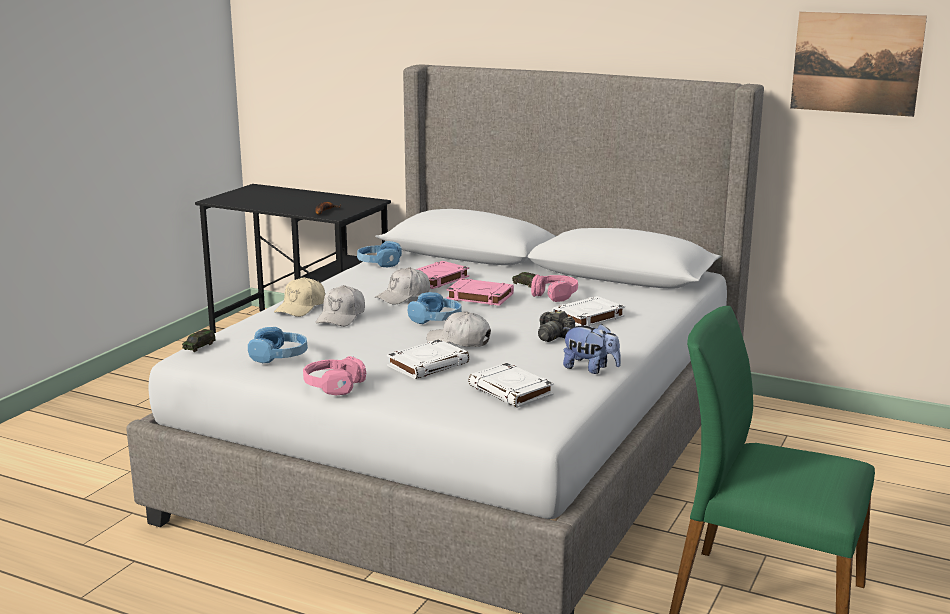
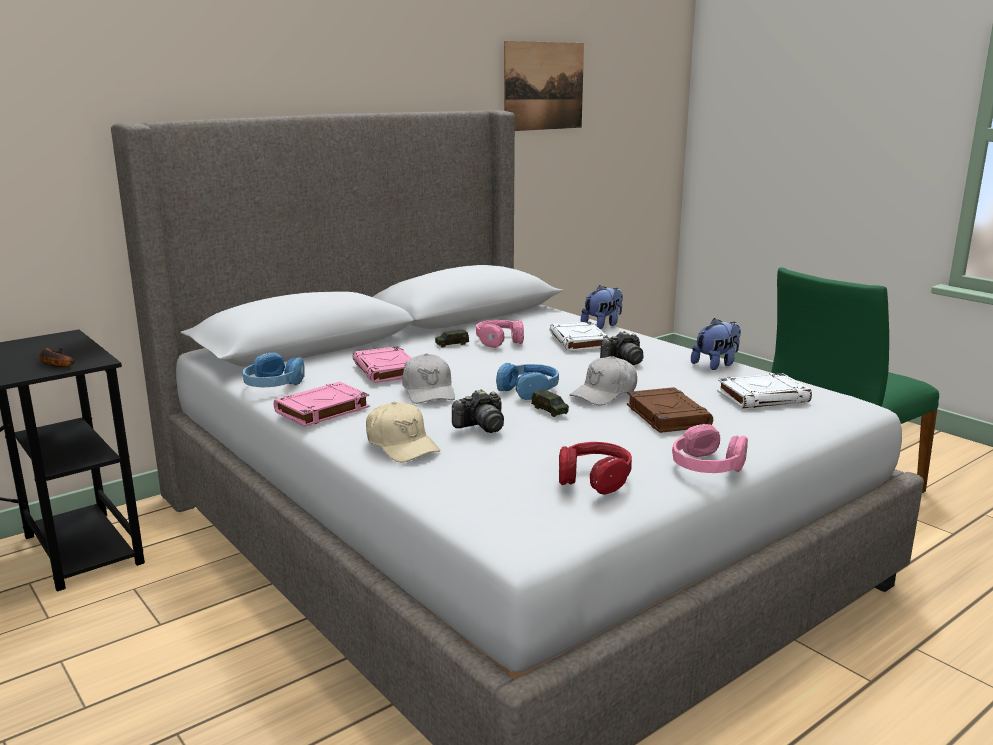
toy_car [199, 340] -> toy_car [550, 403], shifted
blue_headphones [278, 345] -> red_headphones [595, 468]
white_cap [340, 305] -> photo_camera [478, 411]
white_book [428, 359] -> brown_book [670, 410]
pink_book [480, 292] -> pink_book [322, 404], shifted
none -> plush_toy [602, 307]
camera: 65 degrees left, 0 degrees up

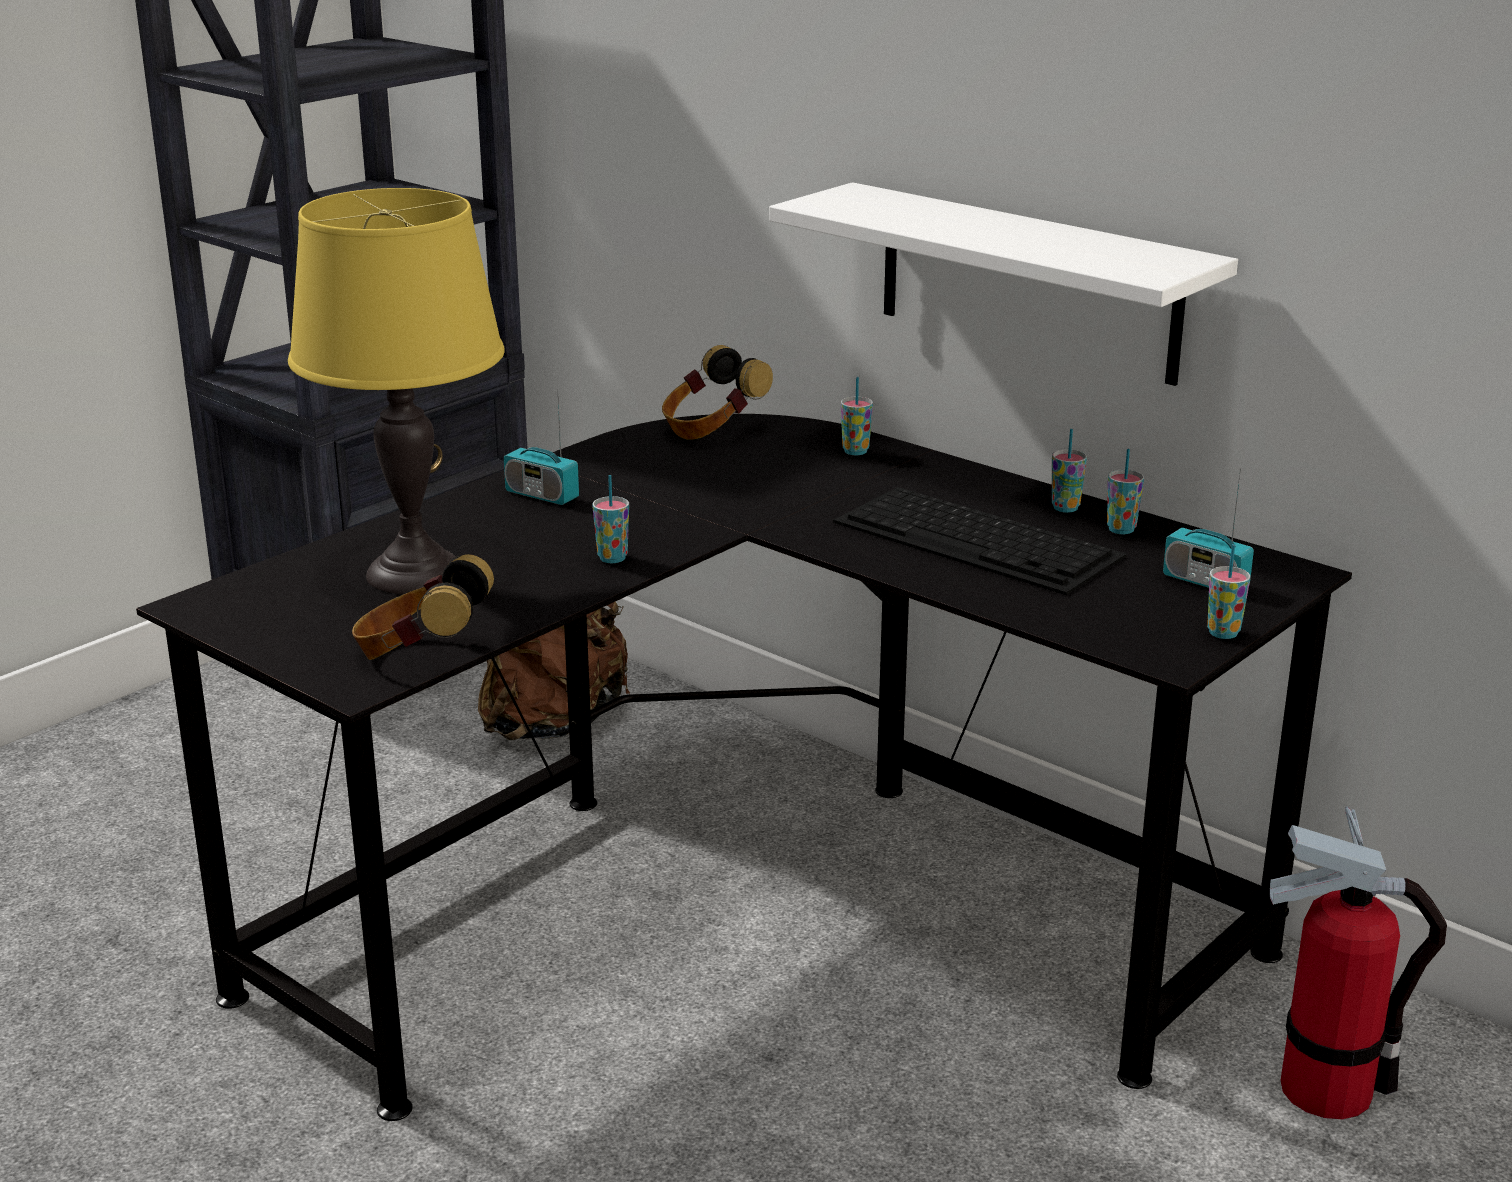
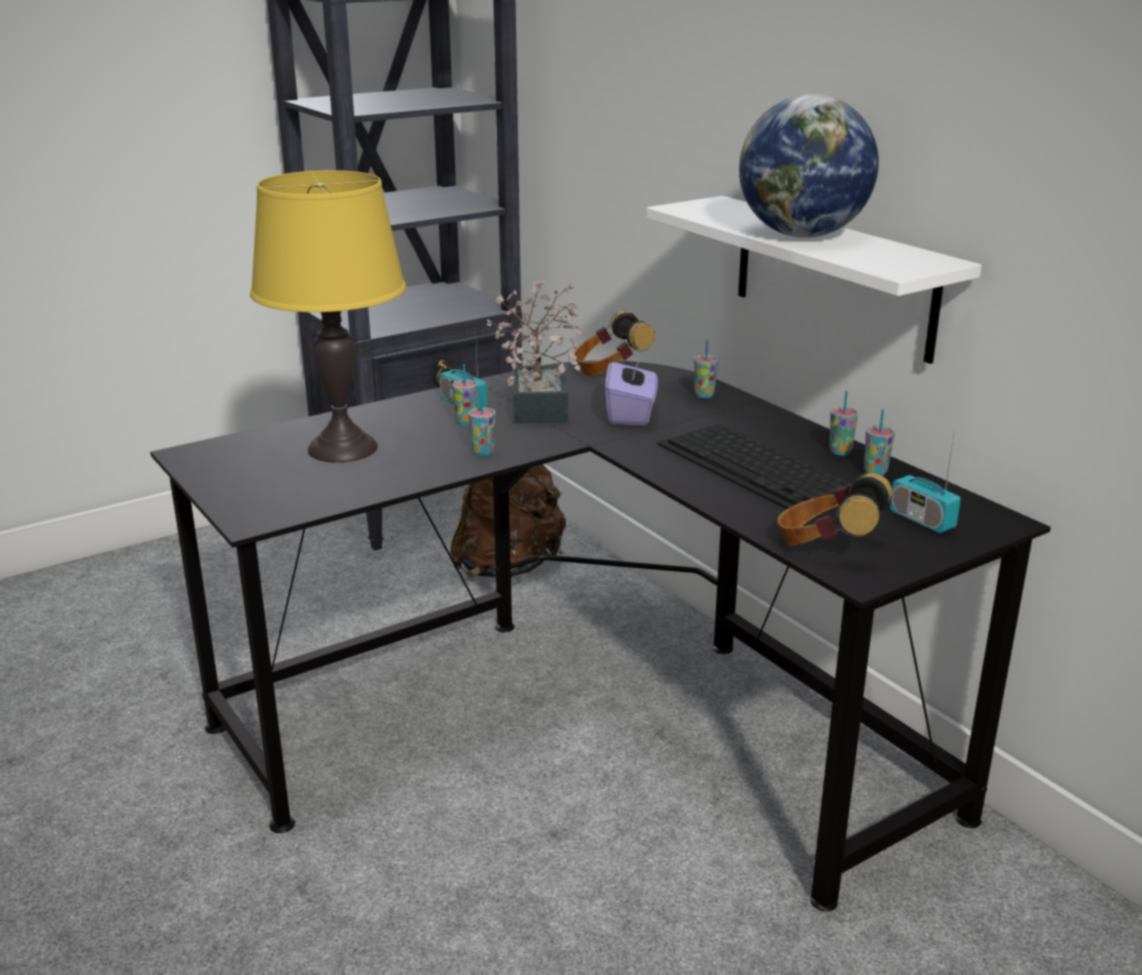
headphones [423, 607] -> headphones [835, 509], shifted
cup [1228, 591] -> cup [464, 395], shifted
fire_extinguisher [1358, 962] -> none
none -> potted_plant [534, 352]
none -> purple_tissue_box [631, 388]
none -> globe [809, 166]
camera: 15 degrees right, 0 degrees up

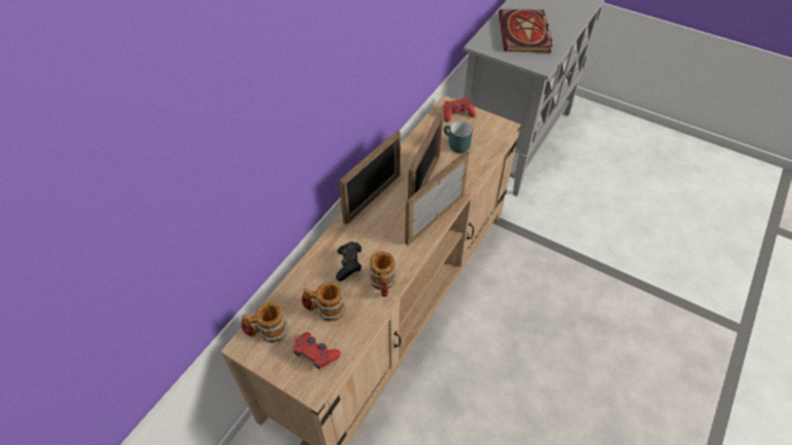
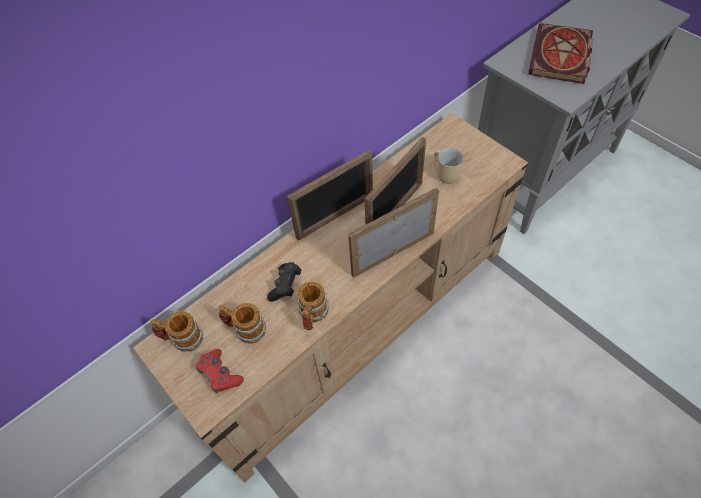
red_game_controller [459, 110] -> none
turquoise_mug [458, 137] -> beige_mug [449, 166]
camera: 20 degrees right, 5 degrees up

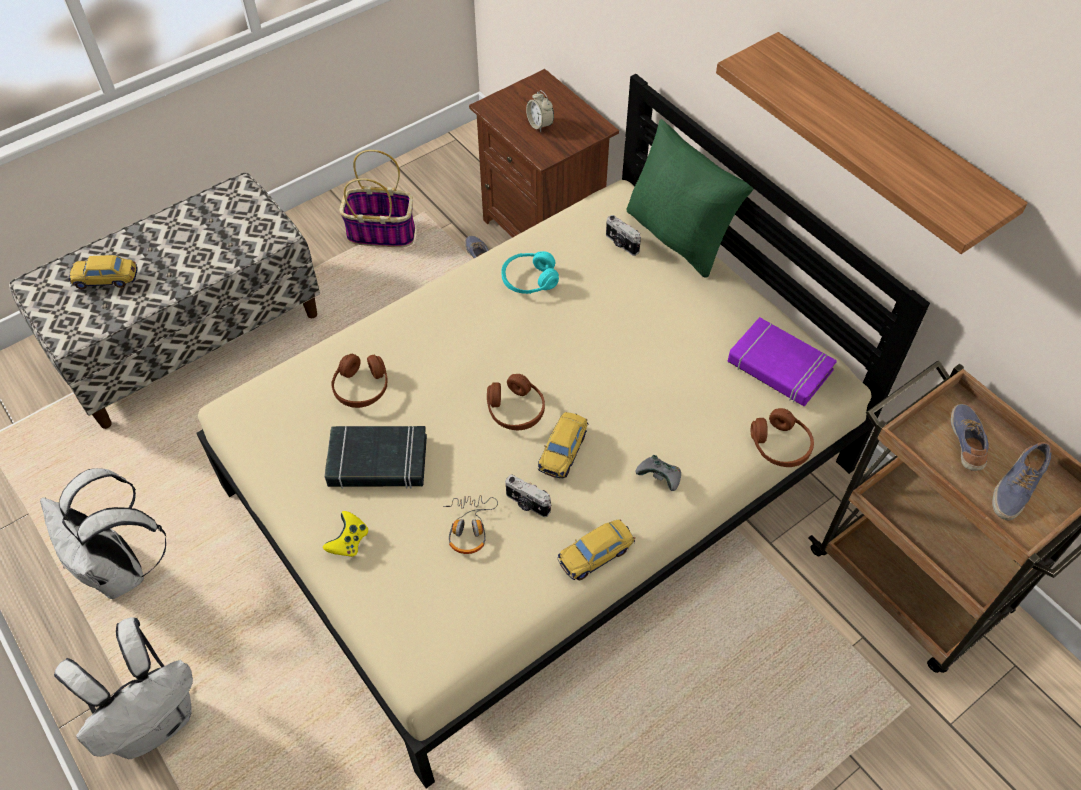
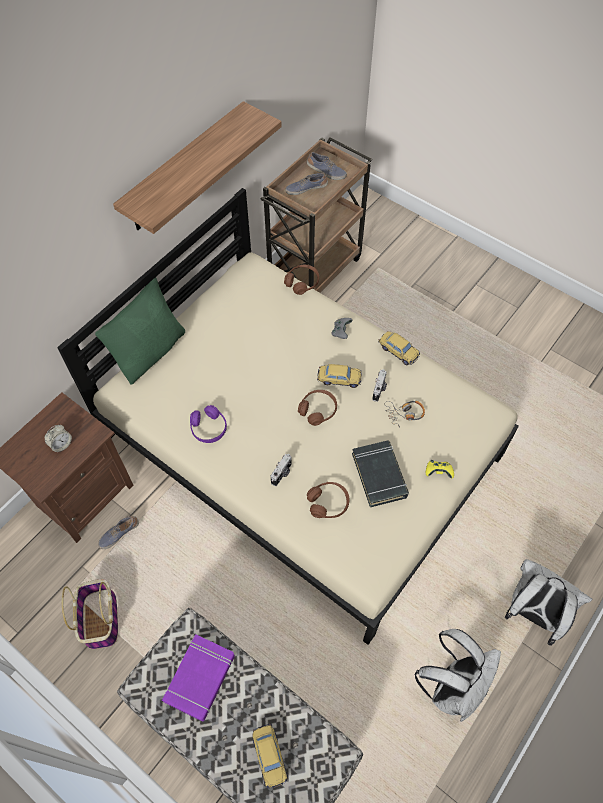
turquoise_headphones [530, 272] -> purple_headphones [208, 424]
photo_camera [623, 235] -> photo_camera [281, 470], shifted
purple_book [782, 361] -> purple_book [198, 678], shifted
camera: 105 degrees left, 5 degrees up

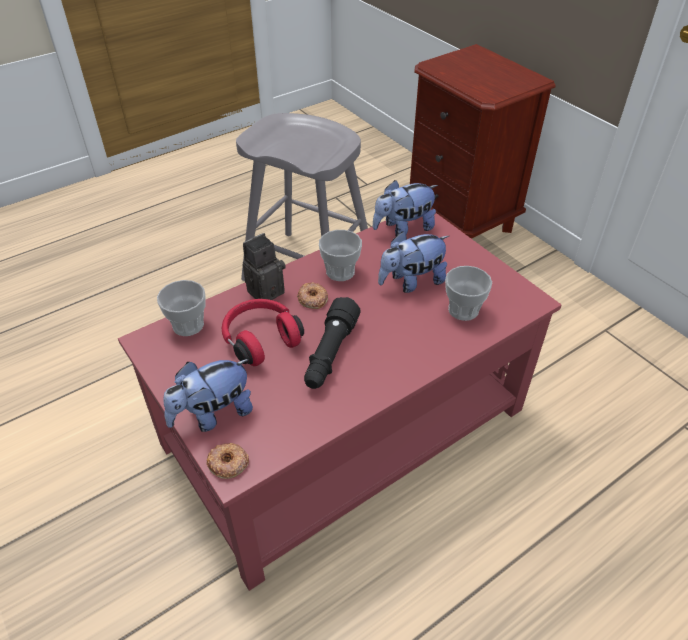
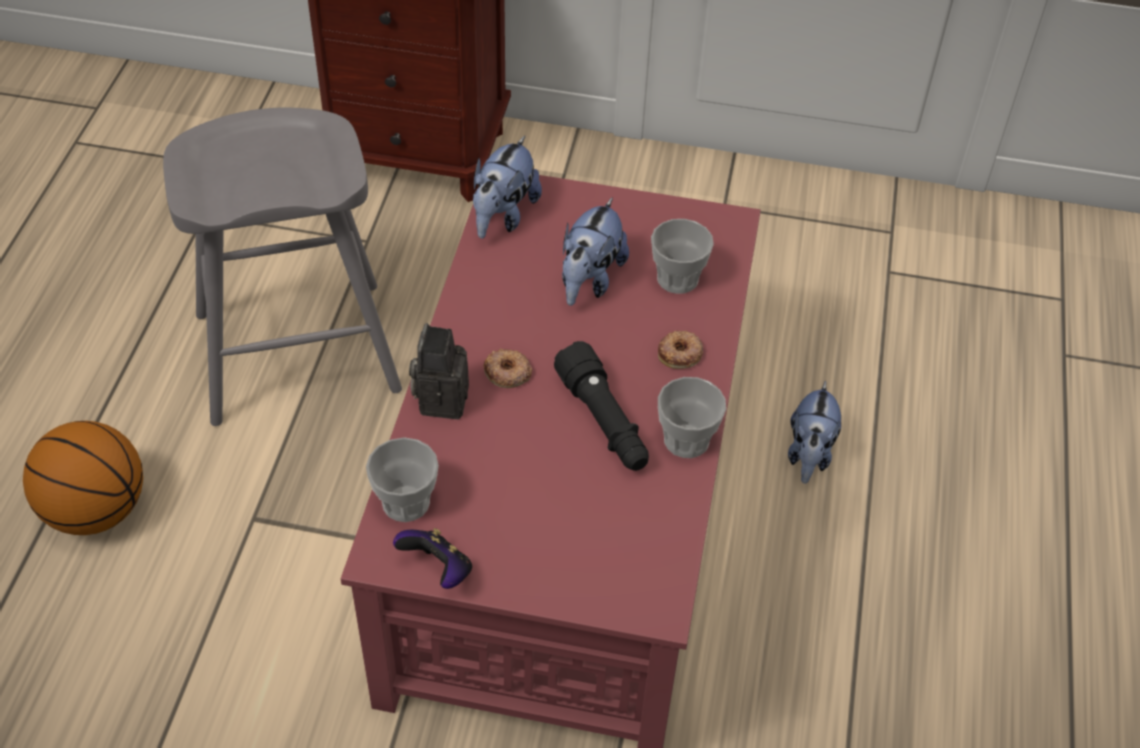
plush_toy [208, 395] -> plush_toy [814, 432], shifted
donut [227, 461] -> donut [680, 350], shifted
red_headphones [263, 332] -> none
cup [340, 255] -> cup [692, 417], shifted
none -> basketball [83, 478]
none -> game_controller [432, 558]
camera: 45 degrees left, 5 degrees up

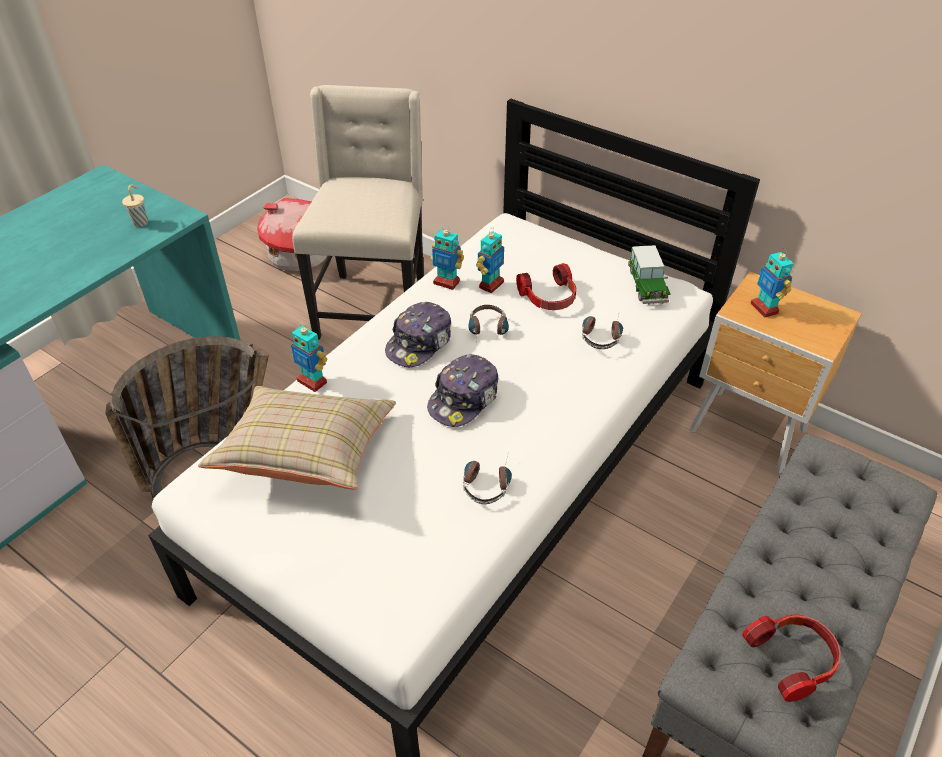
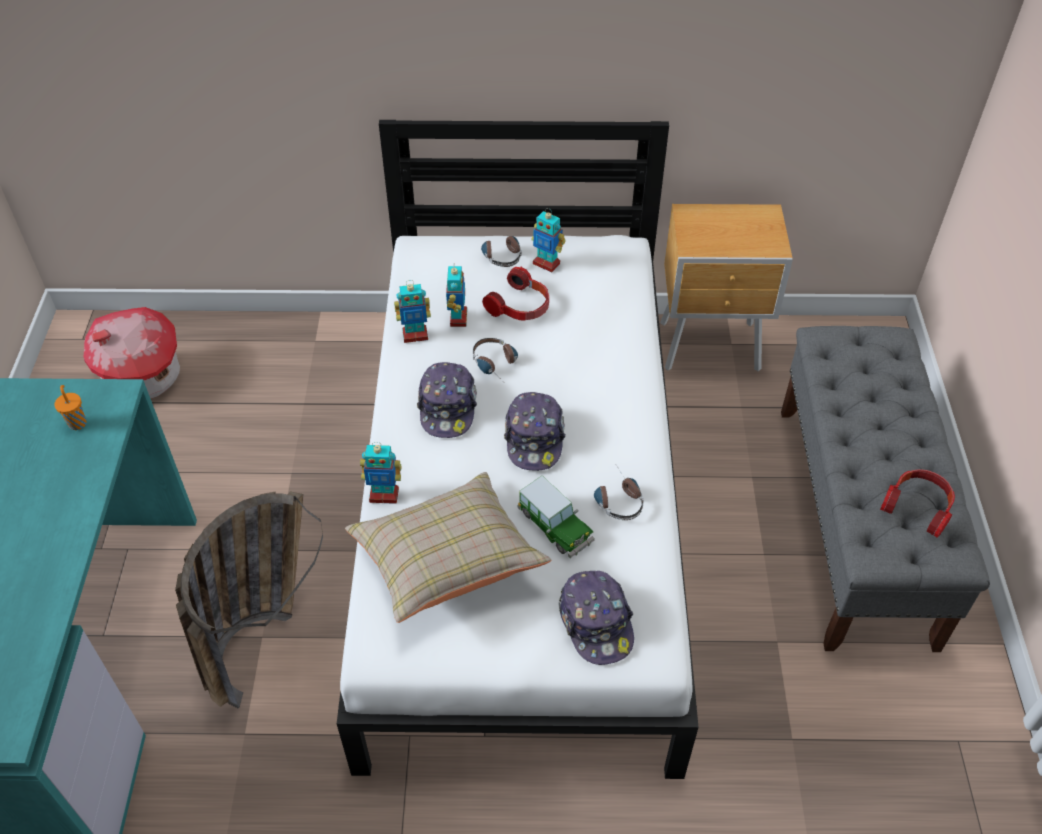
beige_cup [135, 205] -> orange_cup [70, 407]
beige_chair [358, 212] -> none
headphones [602, 332] -> headphones [501, 248], shifted
toy_car [649, 275] -> toy_car [556, 517], shifted
toy_robot [772, 283] -> toy_robot [548, 240], shifted
none -> cap [596, 618]
camera: 35 degrees left, 5 degrees up

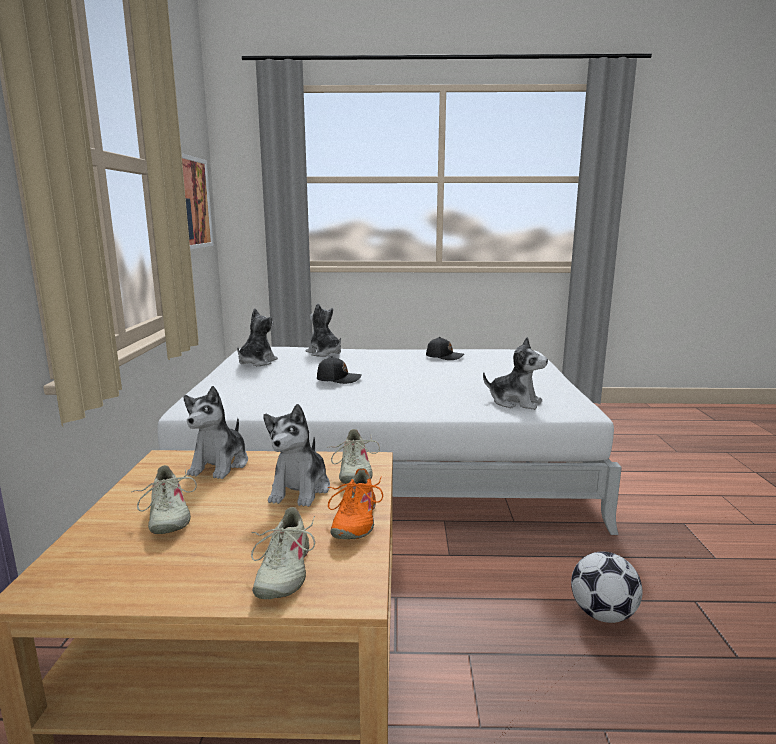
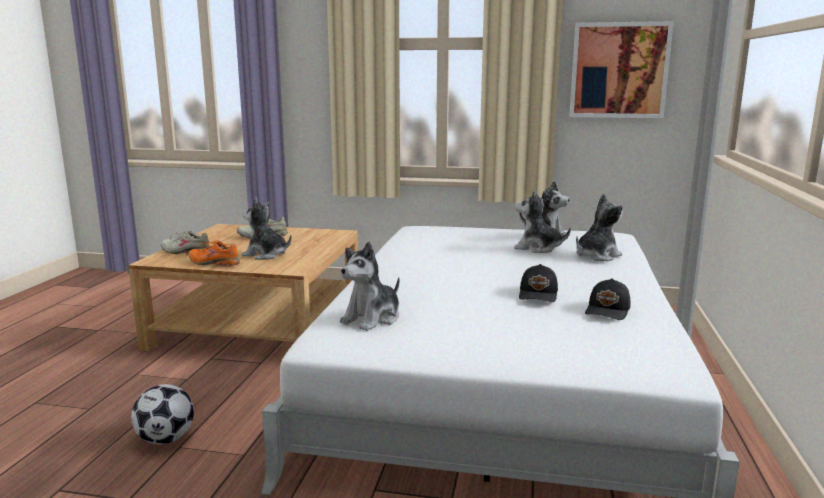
plush_toy [216, 432] -> plush_toy [542, 221], shifted
black_cap [339, 370] -> black_cap [538, 283], shifted
beige_shoe [353, 456] -> none
camera: 100 degrees right, 0 degrees up

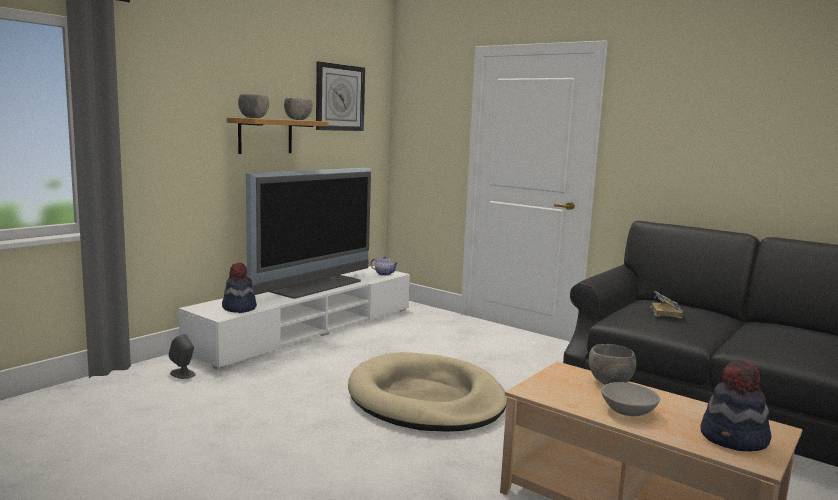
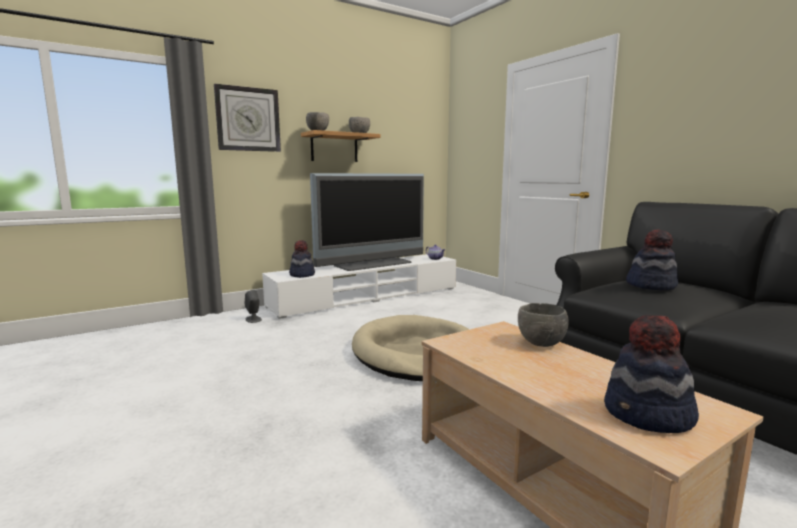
wall_clock [340, 96] -> wall_clock [247, 117], shifted
grey_bowl [630, 399] -> none
book [667, 305] -> hat [652, 260]
camera: 20 degrees right, 0 degrees up

